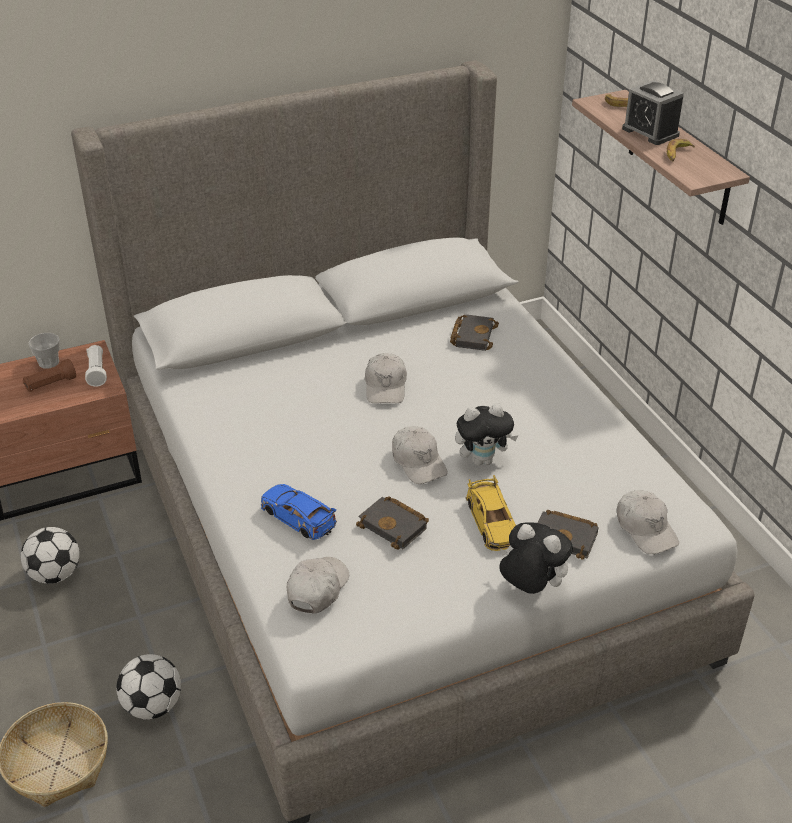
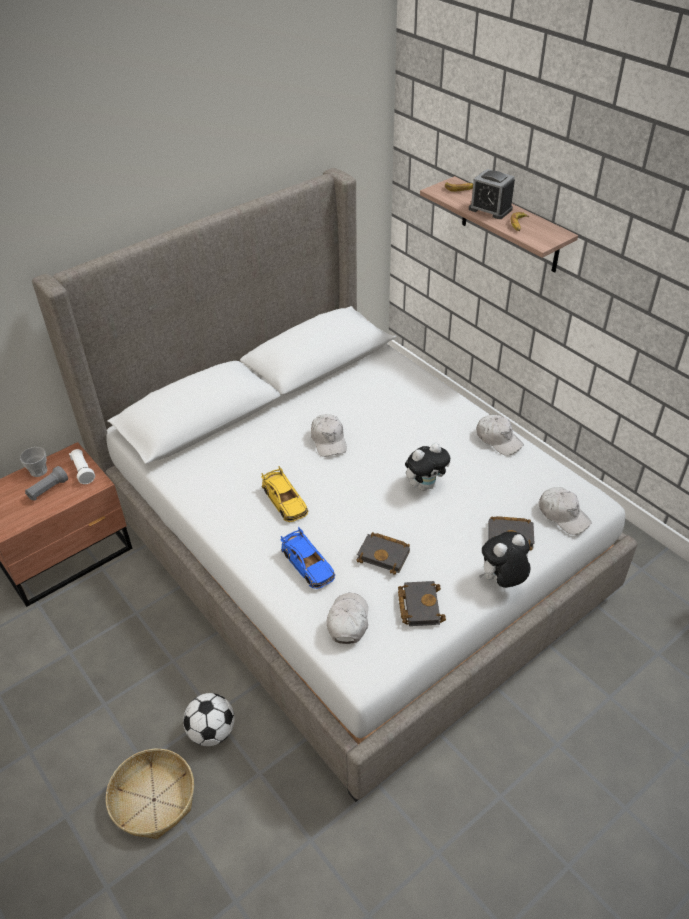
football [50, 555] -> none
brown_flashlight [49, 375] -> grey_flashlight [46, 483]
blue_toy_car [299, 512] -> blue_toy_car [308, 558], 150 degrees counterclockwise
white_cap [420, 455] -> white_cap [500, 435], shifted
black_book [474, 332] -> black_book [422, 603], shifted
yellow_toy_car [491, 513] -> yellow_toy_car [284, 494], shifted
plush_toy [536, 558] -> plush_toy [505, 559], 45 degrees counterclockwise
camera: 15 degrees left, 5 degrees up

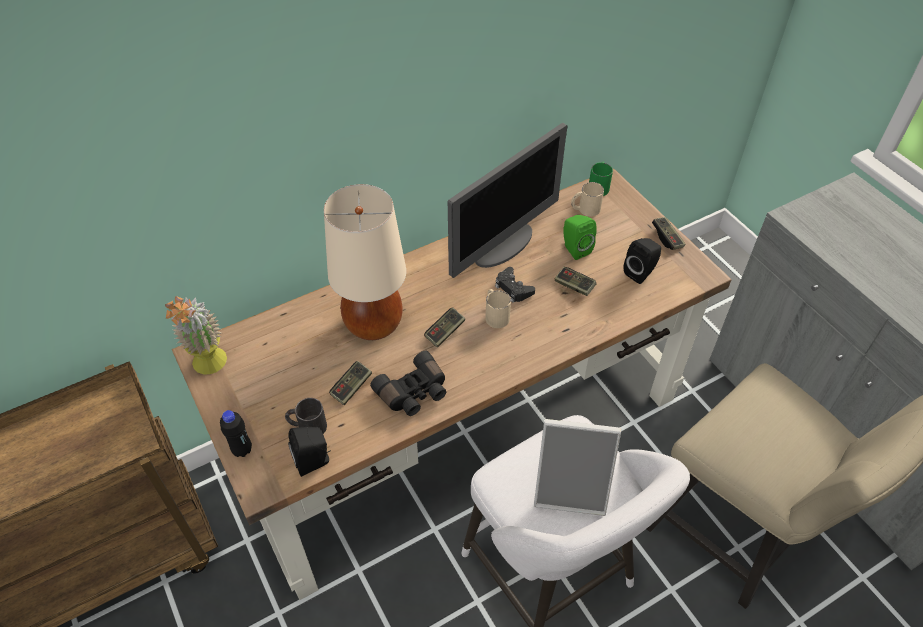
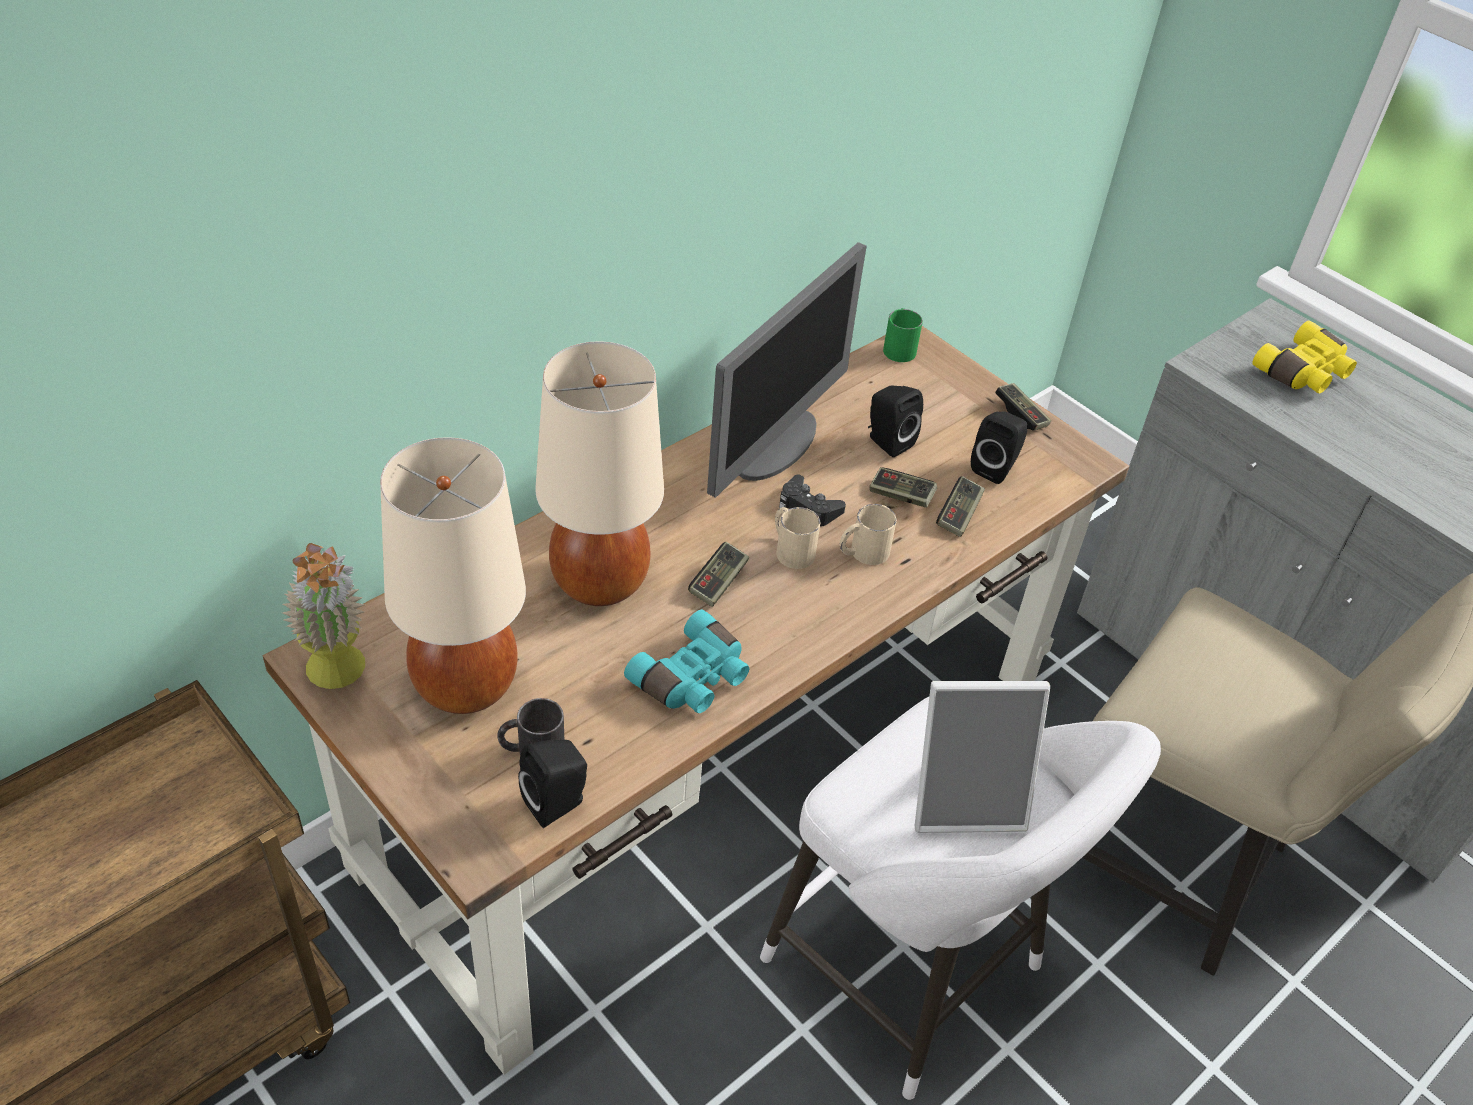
black_bottle [236, 433] -> none
game_controller [350, 383] -> game_controller [960, 506], shifted
black_binoculars [408, 383] -> turquoise_binoculars [686, 661]
green_speaker [580, 237] -> black_speaker [895, 421]
beige_mug [587, 199] -> beige_mug [868, 534], shifted
none -> beige_table_lamp [453, 575]
none -> yellow_binoculars [1305, 357]
camera: 15 degrees left, 5 degrees down

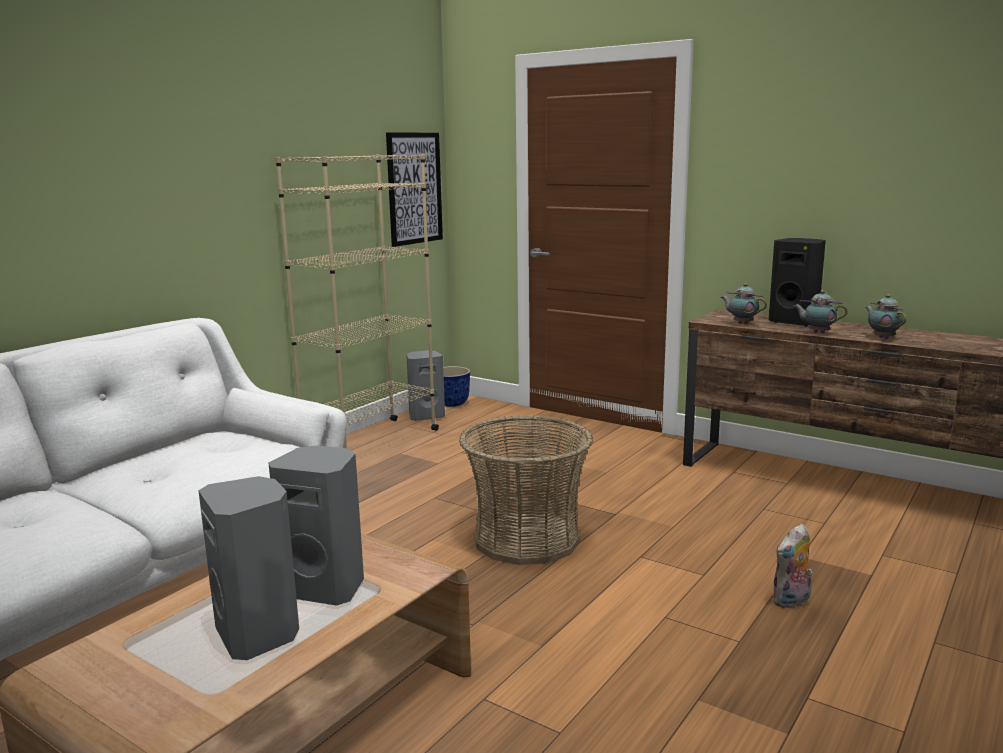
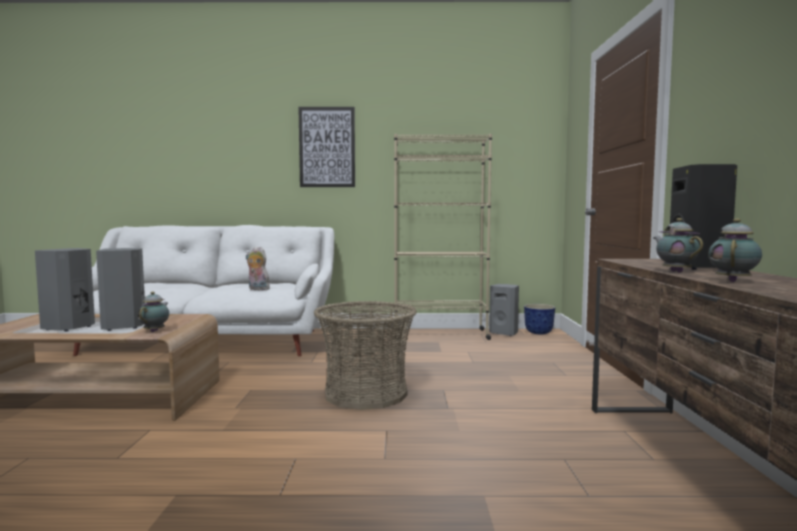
picture [414, 189] -> picture [326, 147], shifted
teapot [744, 303] -> teapot [153, 311], shifted
plush_toy [792, 566] -> plush_toy [258, 268], shifted
camera: 55 degrees right, 10 degrees down

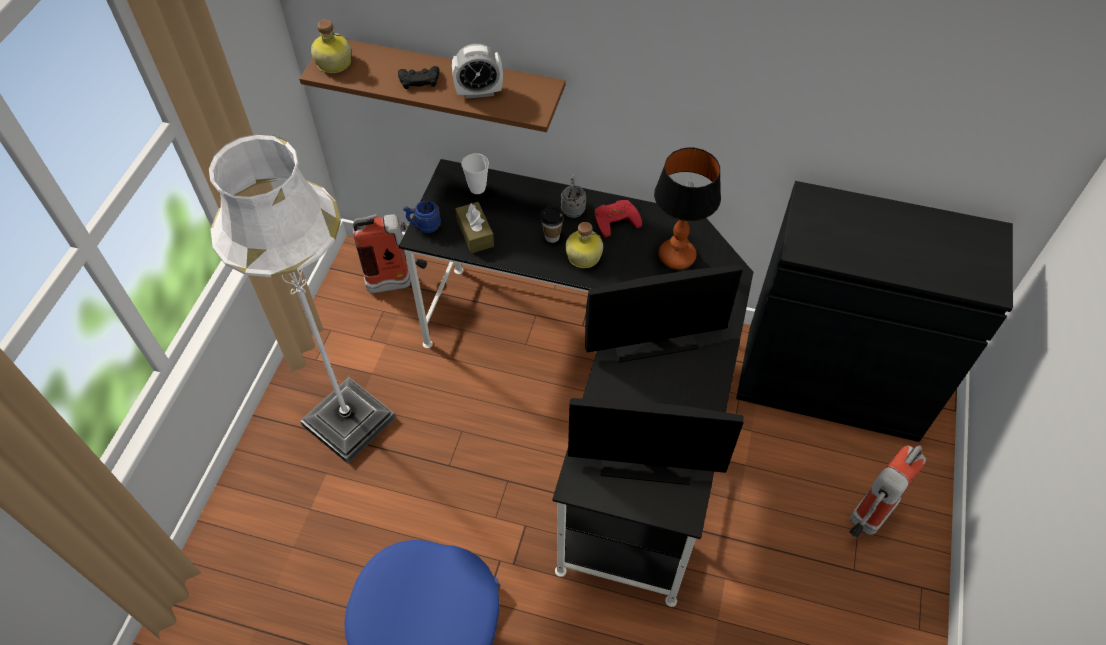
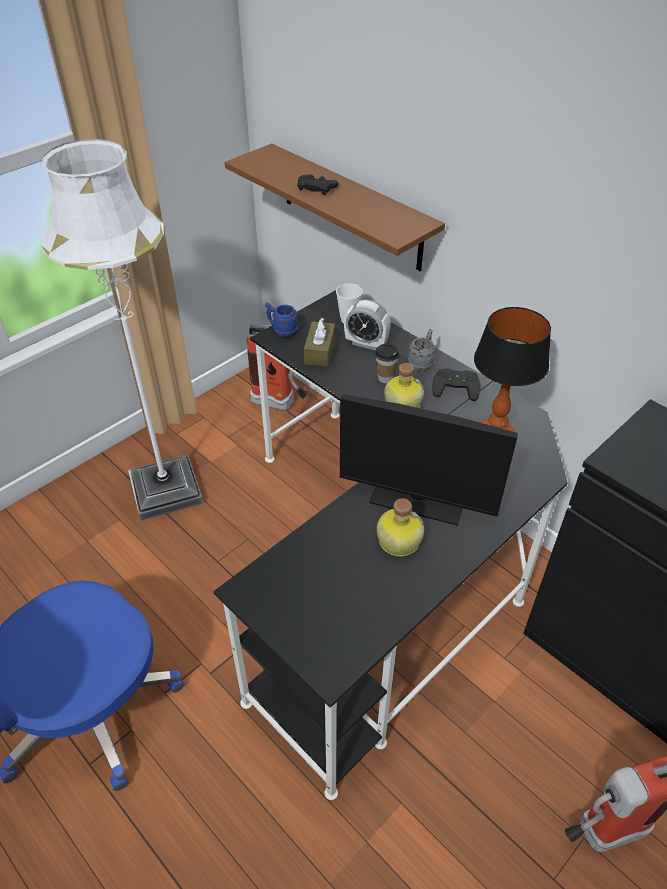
bottle [331, 46] -> bottle [400, 527], shifted
alarm_clock [477, 71] -> alarm_clock [367, 325], shifted
monitor [656, 441] -> none
red_game_controller [618, 219] -> black_game_controller [456, 384]
camera: 30 degrees right, 10 degrees down

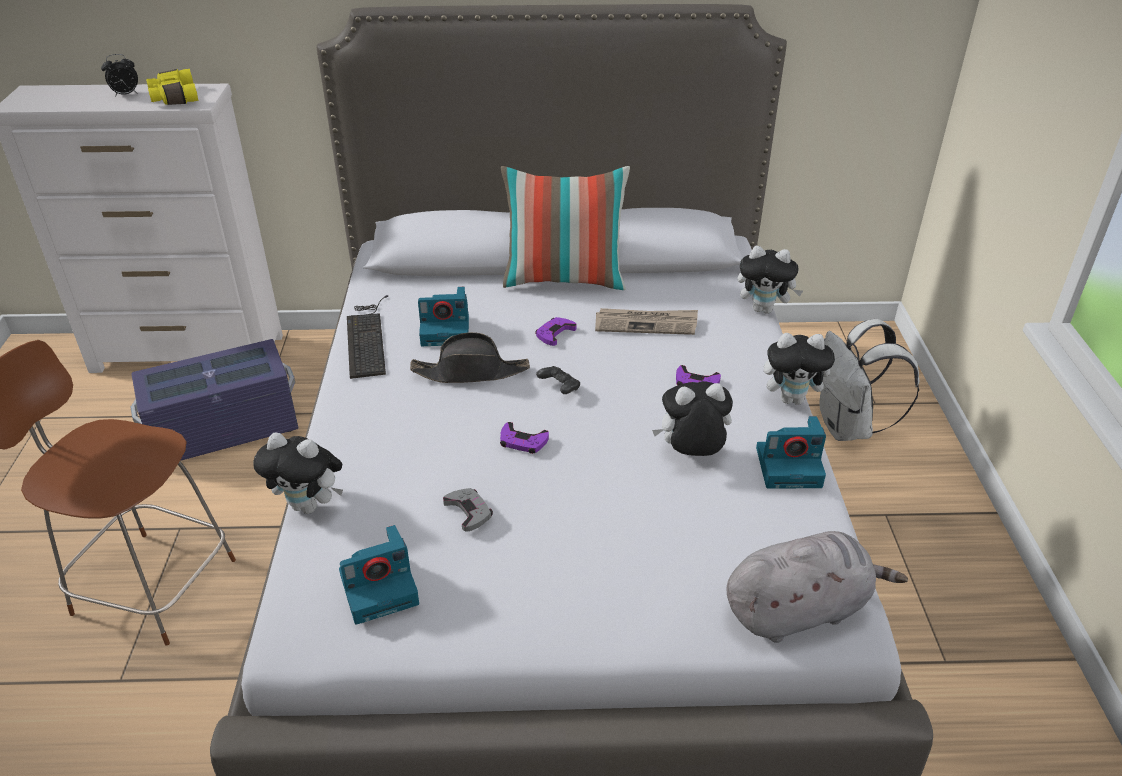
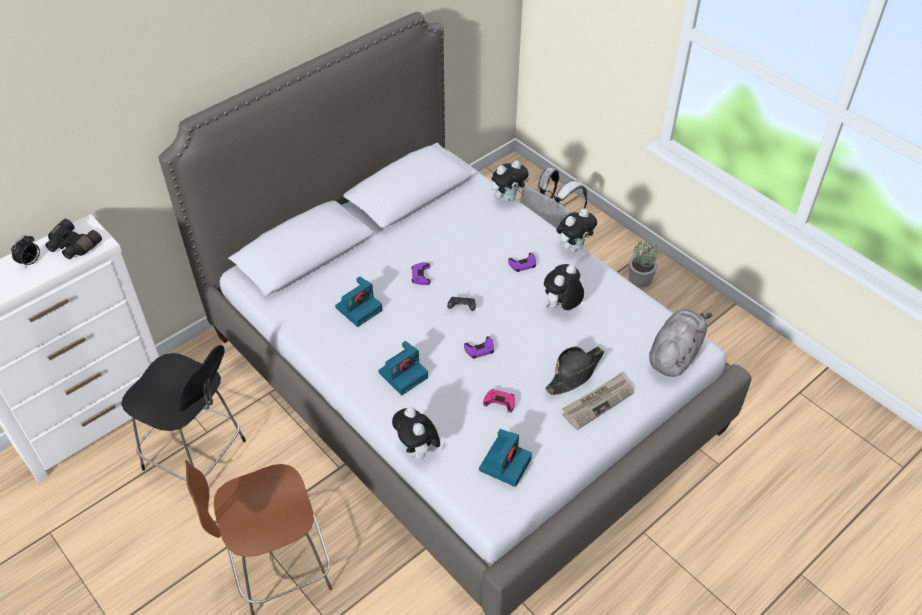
purple_storage_box [215, 400] -> black_chair [183, 413]
yellow_binoculars [172, 87] -> black_binoculars [73, 239]
plush_toy [298, 473] -> plush_toy [416, 434], 90 degrees clockwise
keyboard [367, 337] -> none
black_hat [470, 357] -> black_hat [574, 370], shifted
grey_game_controller [468, 510] -> pink_game_controller [499, 401]
pillow [565, 228] -> none
newspaper [646, 321] -> newspaper [598, 401], shifted
photo_camera [791, 452] -> photo_camera [403, 368], shifted
none -> potted_plant [643, 264]
camera: 40 degrees left, 10 degrees up

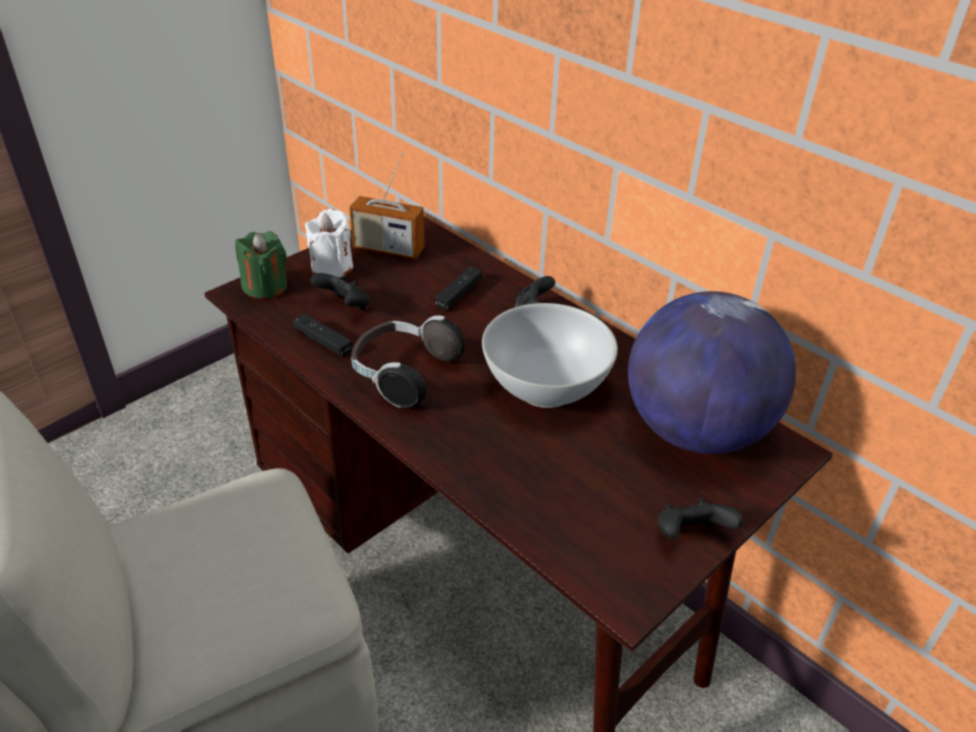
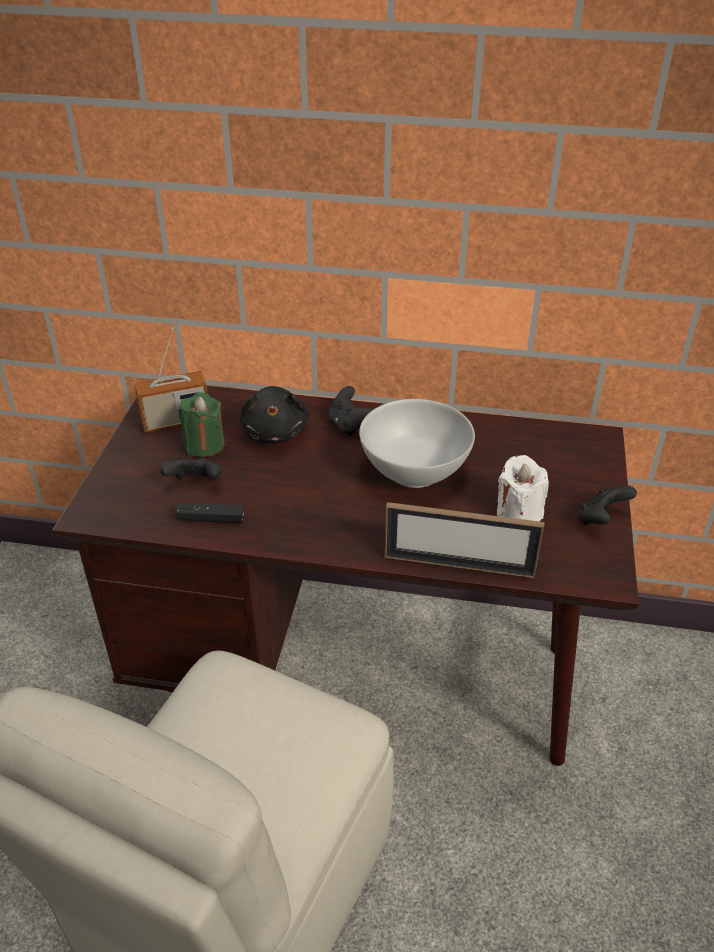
green_candle [261, 265] -> green_candle [201, 424], shifted
white_candle [329, 243] -> white_candle [523, 488], shifted
headphones [408, 362] -> none
black_game_controller [458, 288] -> black_plush_toy [274, 415]
globe [712, 372] -> none
none -> picture_frame [464, 540]
camera: 35 degrees left, 0 degrees up

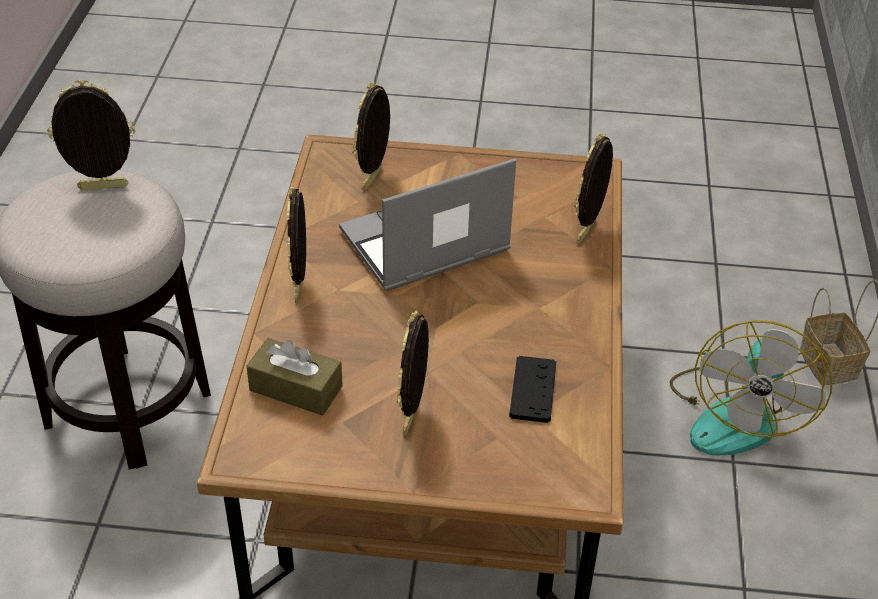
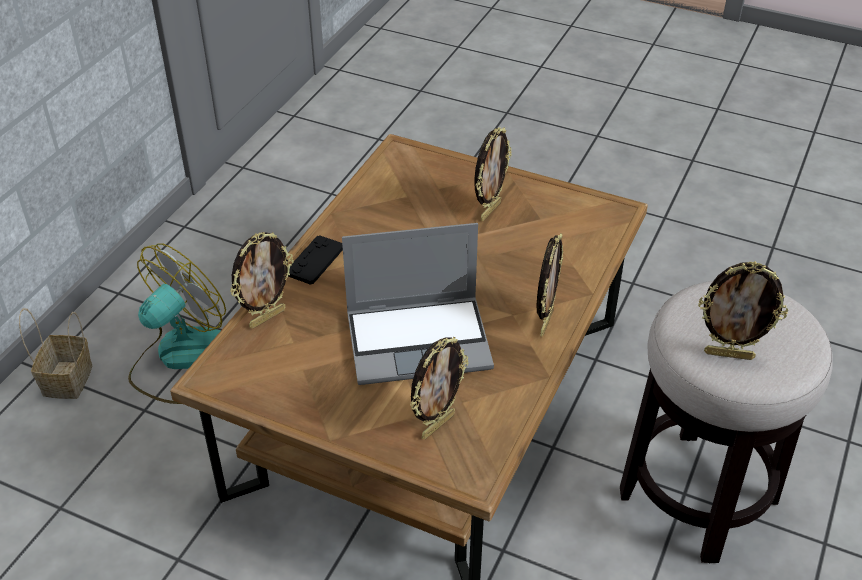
brown_tissue_box [295, 376] -> none
black_game_controller [532, 389] -> black_game_controller [315, 260], shifted
camera: 160 degrees left, 0 degrees up

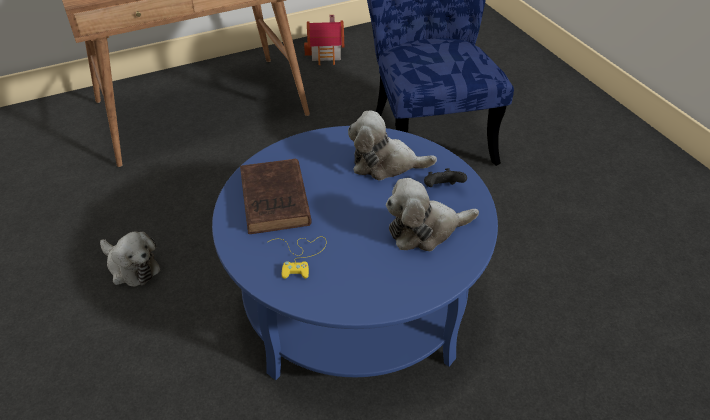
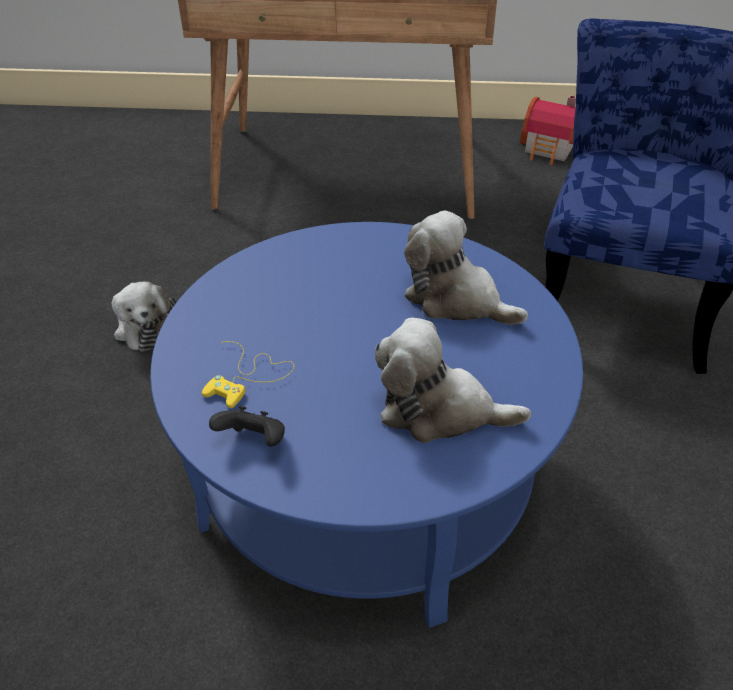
brown_book [276, 196] -> none
black_game_controller [445, 177] -> black_game_controller [247, 426], shifted
camera: 30 degrees right, 0 degrees up

